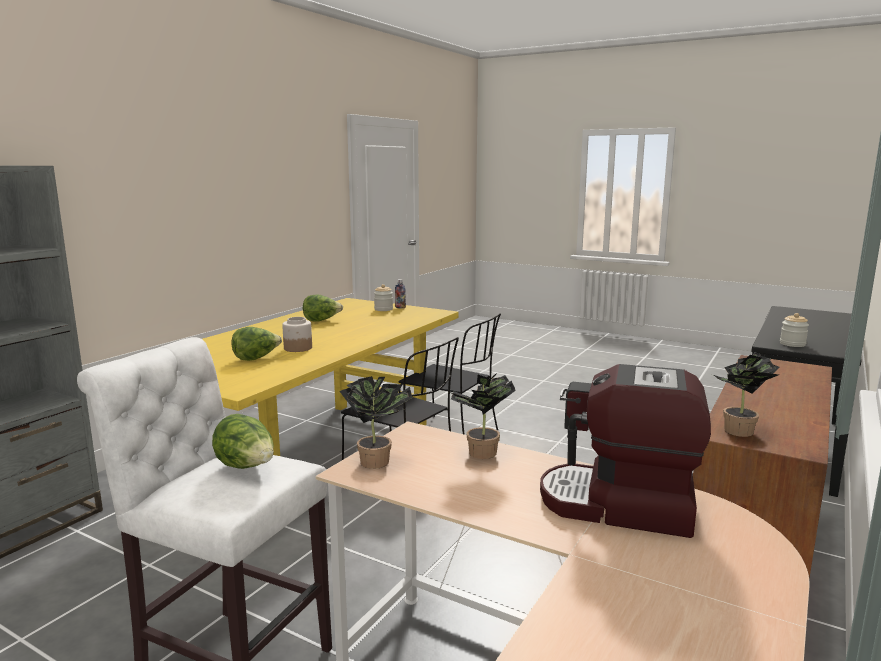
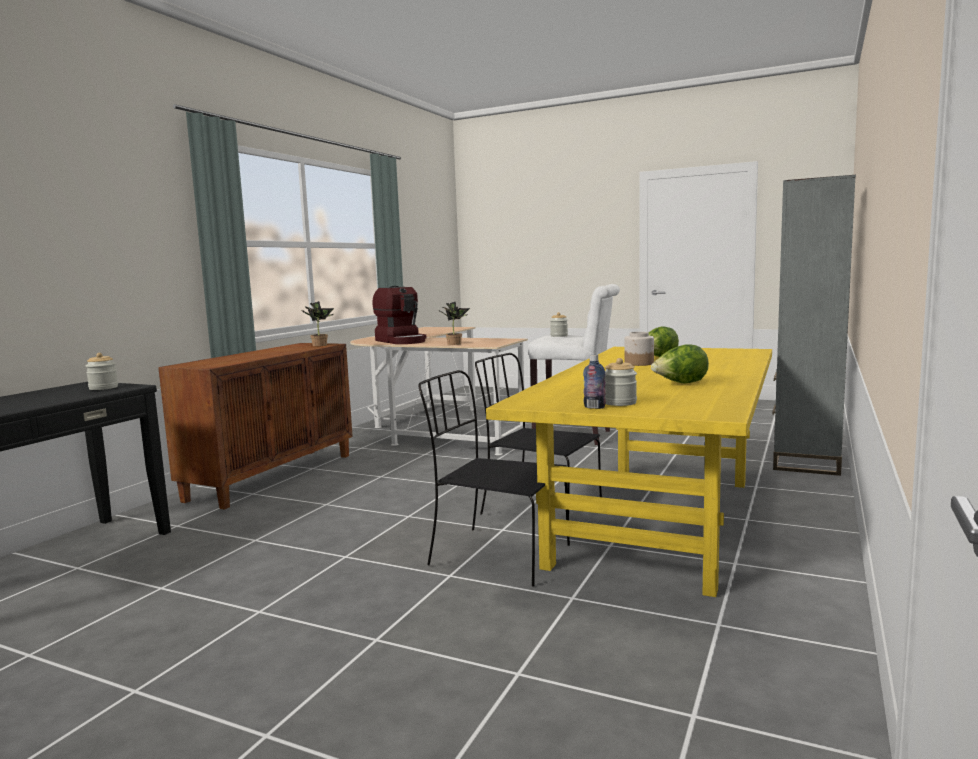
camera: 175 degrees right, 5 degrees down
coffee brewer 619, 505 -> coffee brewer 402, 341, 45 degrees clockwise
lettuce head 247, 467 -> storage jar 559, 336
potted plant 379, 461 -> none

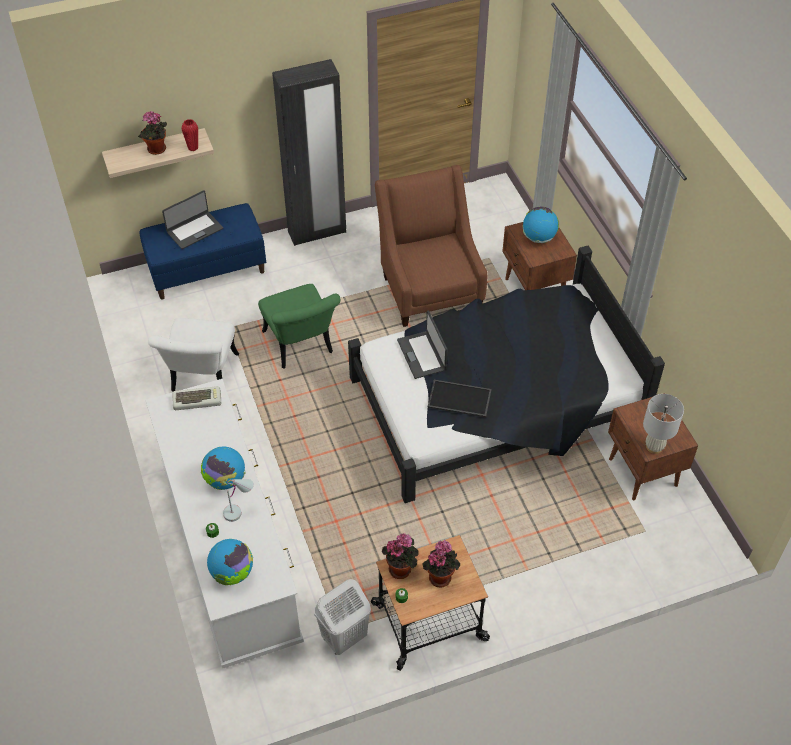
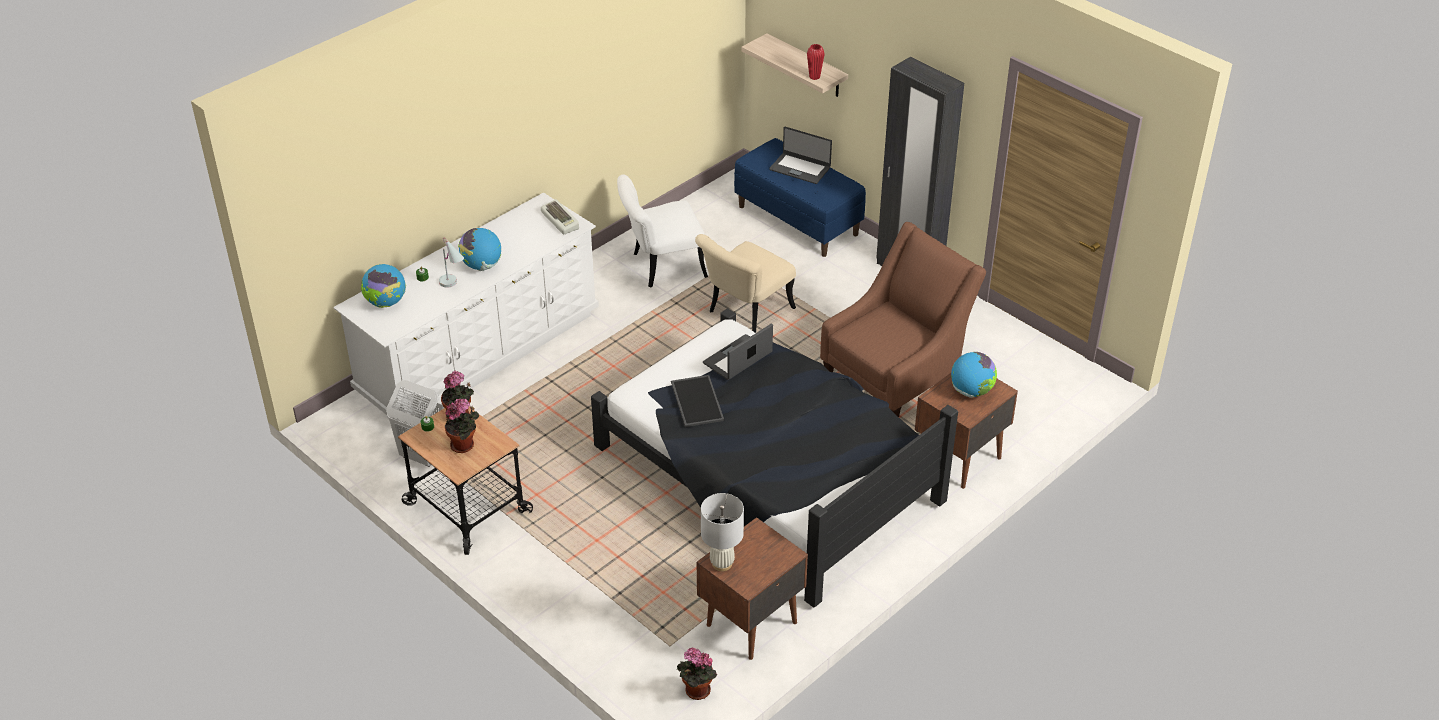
camera: 65 degrees right, 10 degrees down
potted plant 156, 150 -> potted plant 695, 691, moved
green upright chair 301, 347 -> beige upright chair 745, 314

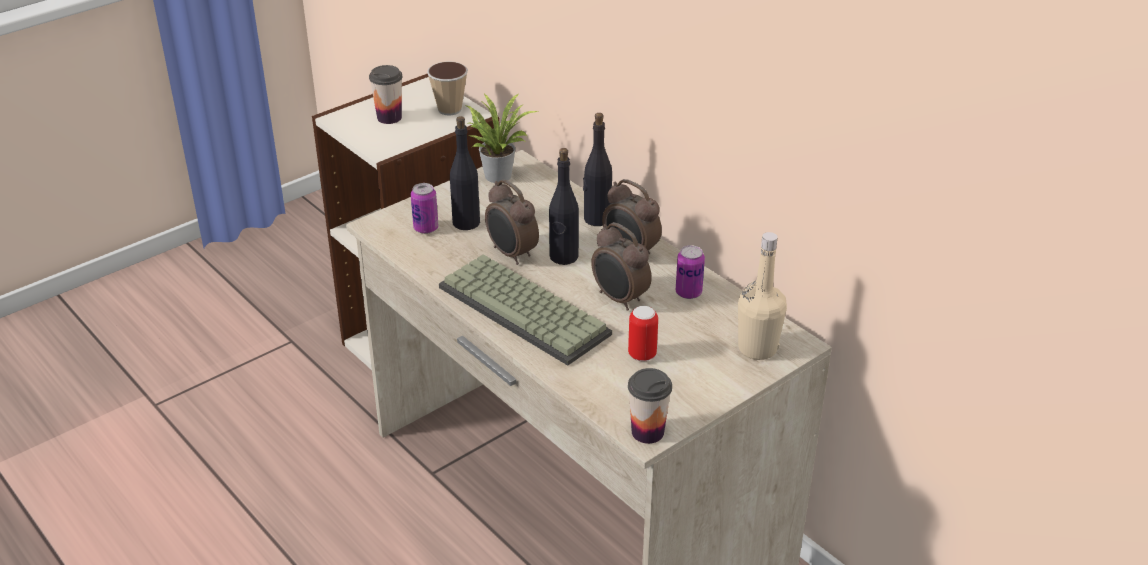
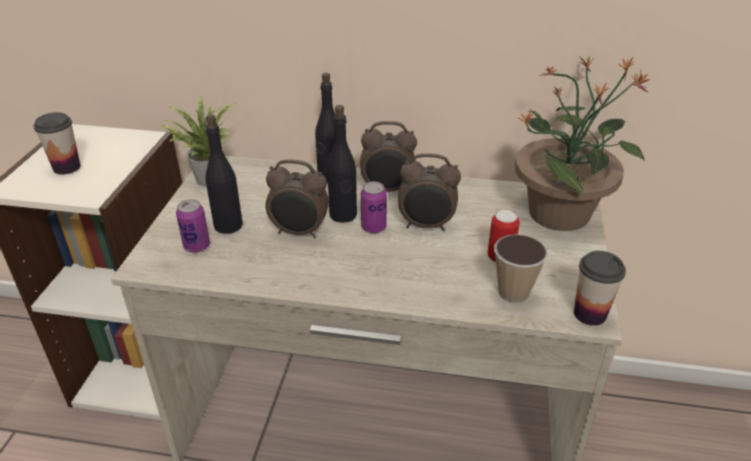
camera: 40 degrees left, 0 degrees up
sealed can 688, 293 -> sealed can 373, 227, moved
cup 449, 109 -> cup 513, 293, moved
beige drink bottle 757, 348 -> potted plant 561, 212
keyboard 527, 310 -> none

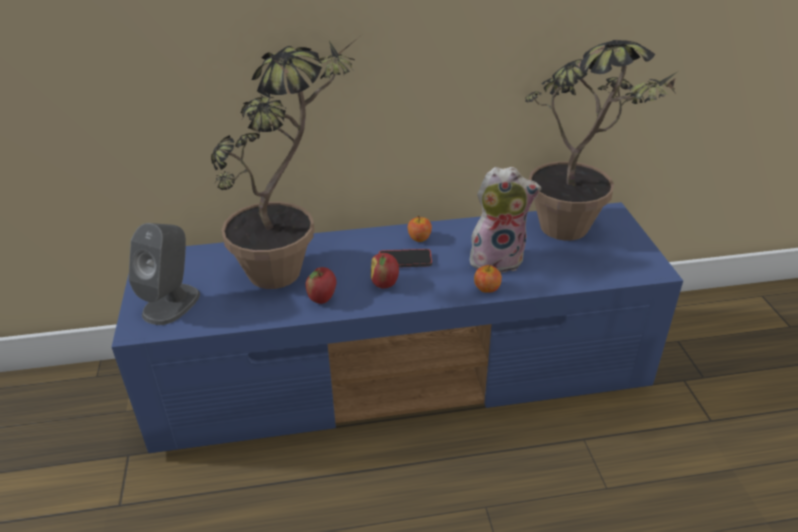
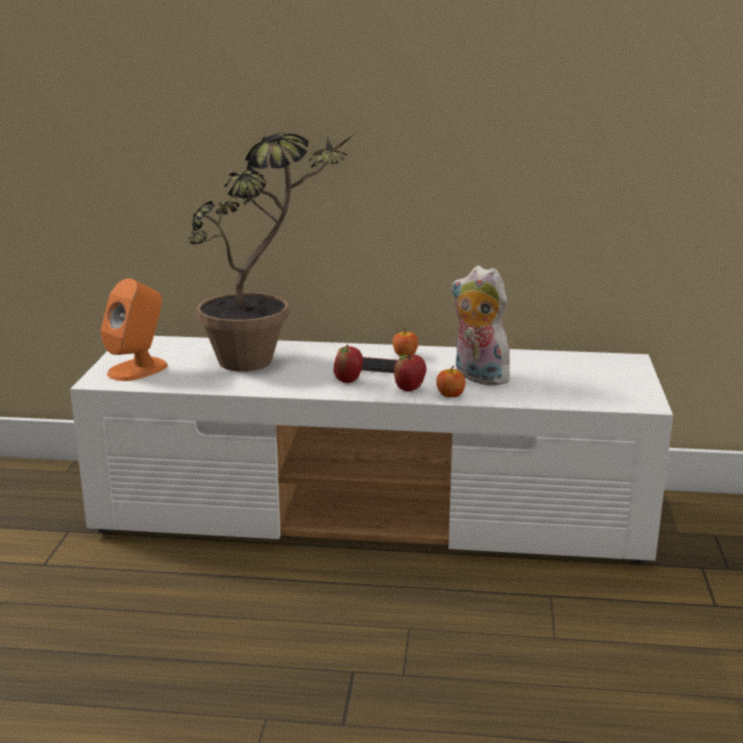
camera: 15 degrees right, 15 degrees down
bluish tv stand 403, 374 -> whitish tv stand 375, 514
grey speaker 172, 303 -> orange-coloured speaker 138, 369
apple 322, 299 -> apple 410, 389, moved
cuddly toy 497, 259 -> cuddly toy 477, 377, 150 degrees counterclockwise
potted plant 573, 237 -> none

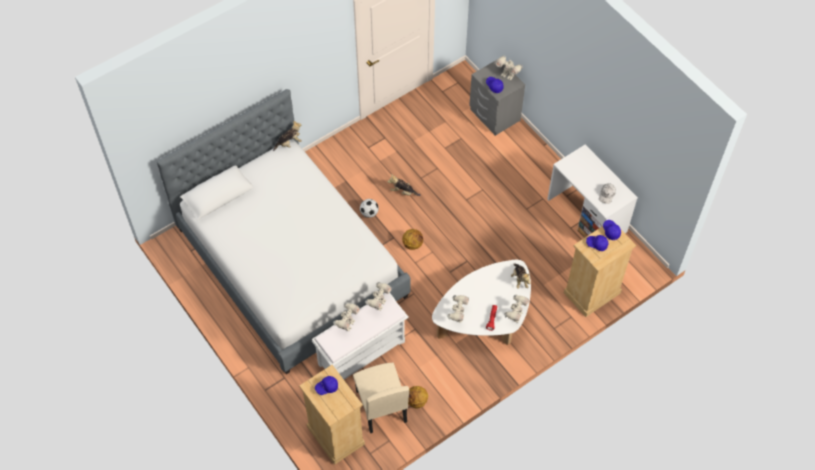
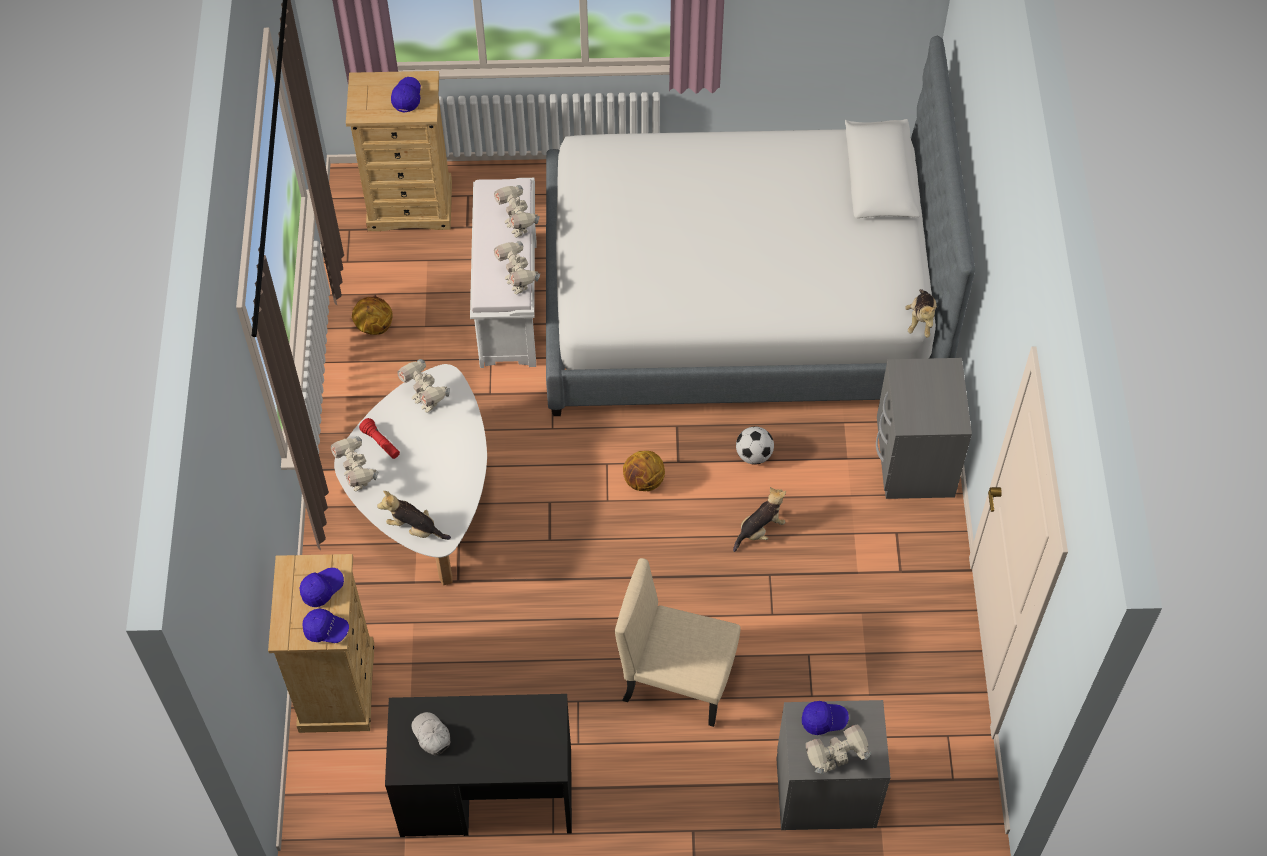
camera: 125 degrees right, 0 degrees up
whitish desk table 587, 215 -> blackish desk table 486, 793
beige upright chair 381, 406 -> beige upright chair 678, 679, moved
none -> grey night table 913, 461

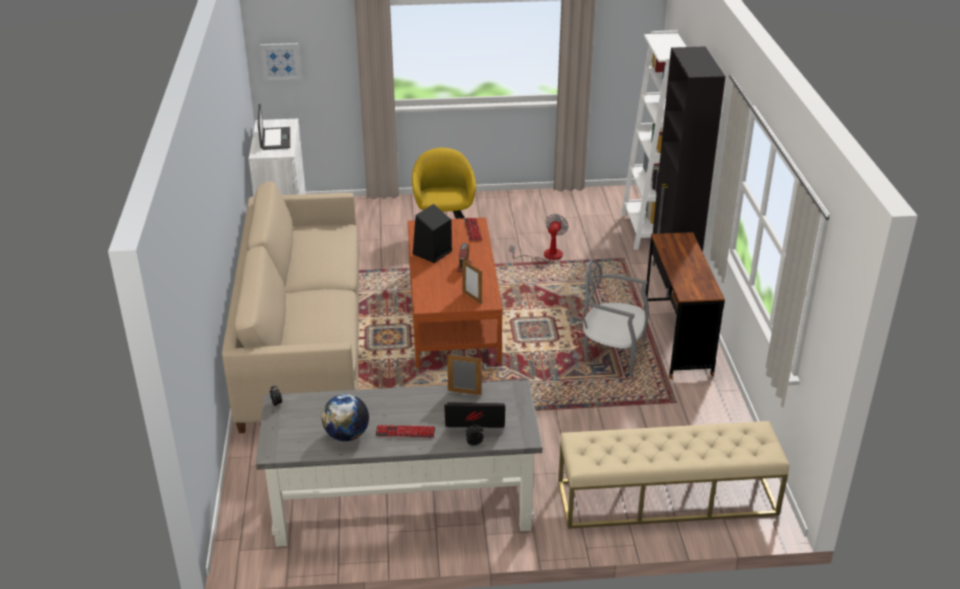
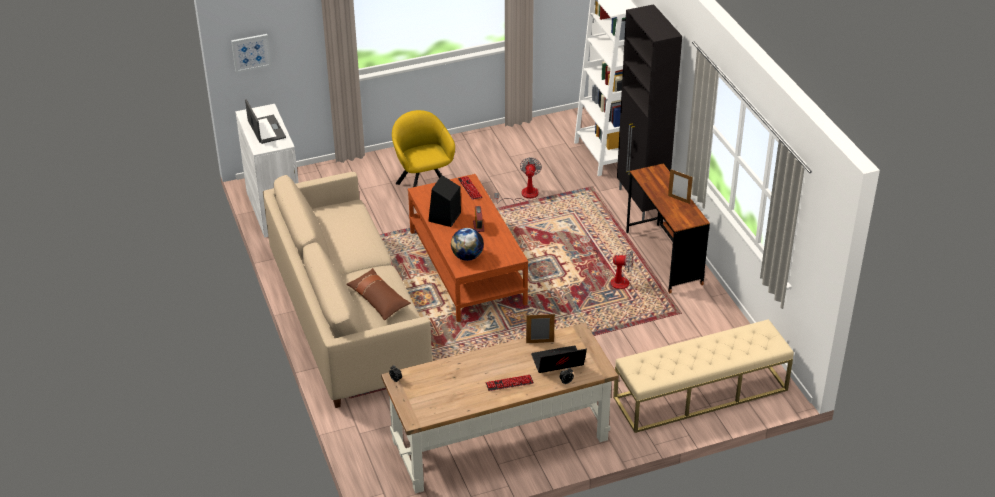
camera: 15 degrees left, 5 degrees up
none -> brownish throw pillow 378, 300
grey desk table 402, 505 -> brownish desk table 499, 440
world globe 346, 435 -> world globe 467, 257, moved
grey upright chair 612, 354 -> fan 615, 279
picture frame 472, 298 -> picture frame 679, 199, moved

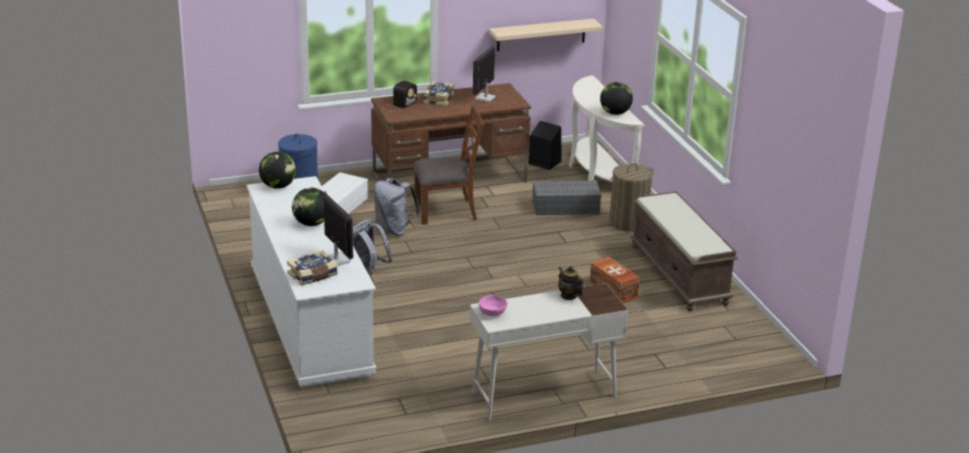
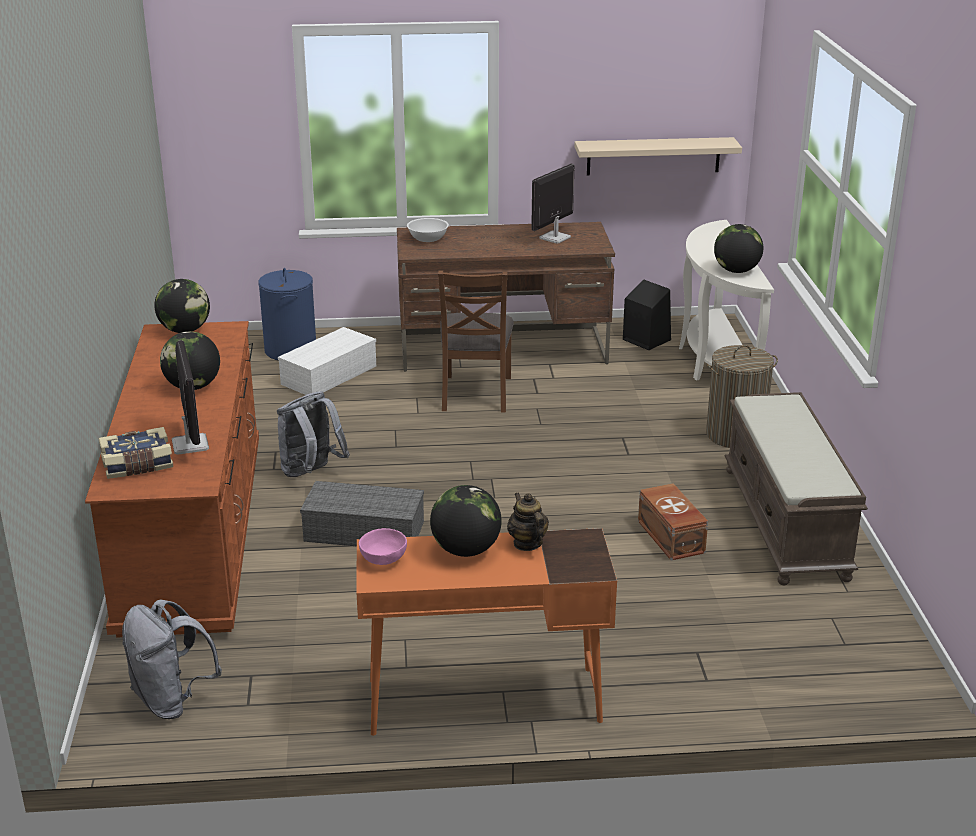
camera: 15 degrees right, 0 degrees up
whitish drawer chest 311, 322 -> brownish drawer chest 194, 535
grey backpack 394, 230 -> grey backpack 172, 700, moved
grey storage container 566, 207 -> grey storage container 366, 531, moved
whitish desk table 543, 394 -> orange-coloured desk table 482, 700
radio receiver 398, 105 -> whitish serving bowl 428, 239
none -> world globe 466, 550
brownish upright chair 446, 211 -> brownish upright chair 475, 393, 90 degrees clockwise
volume 438, 99 -> none

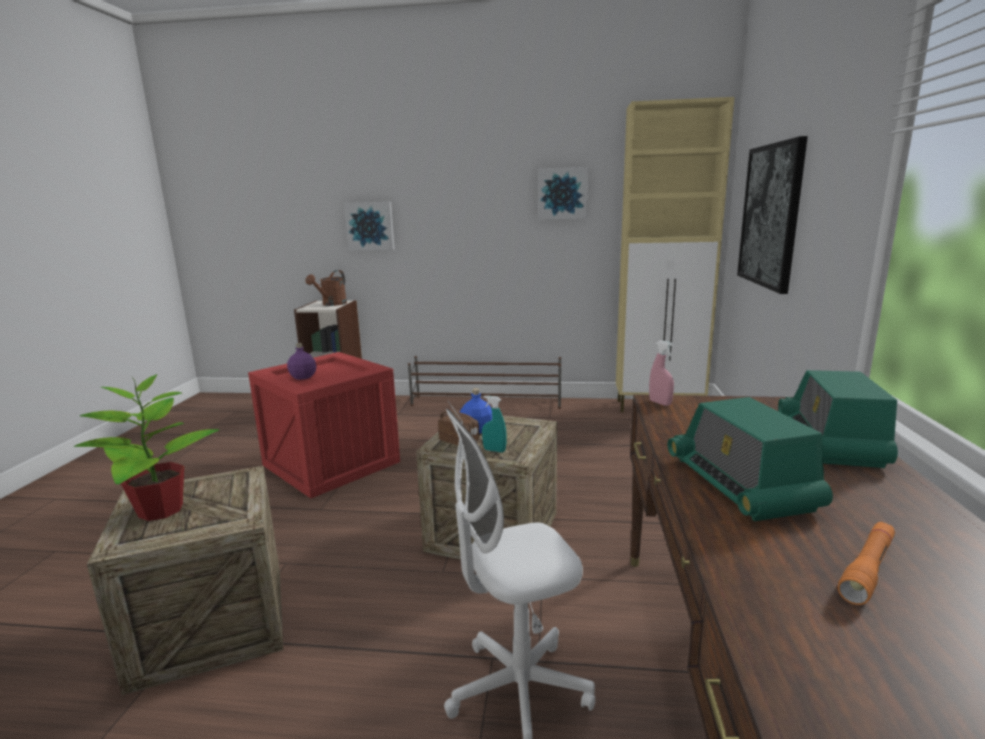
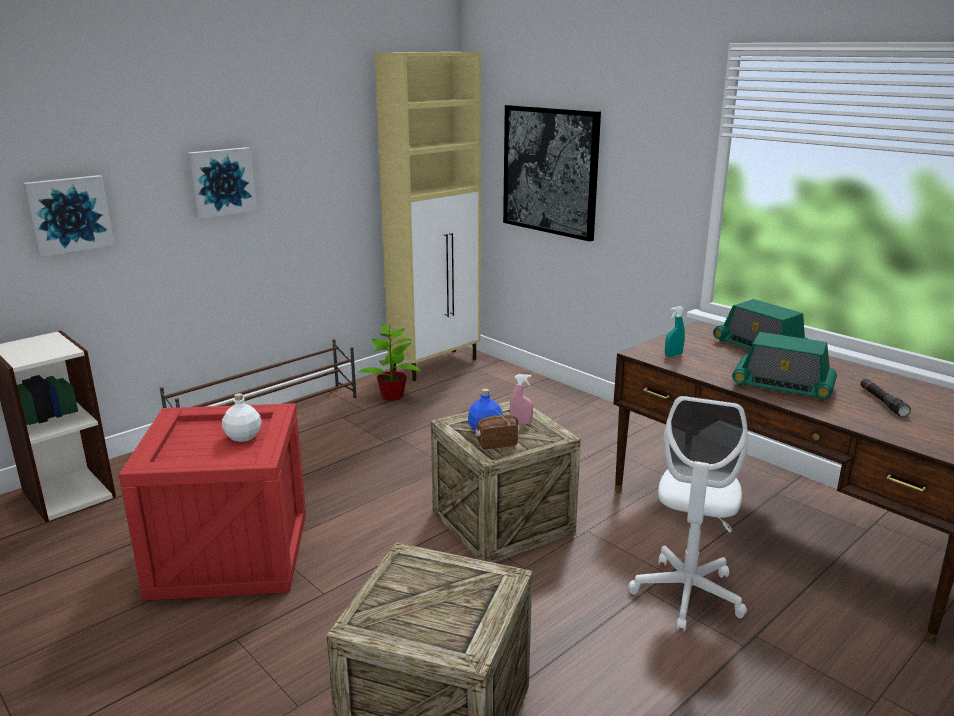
camera: 50 degrees left, 5 degrees up
picture 562, 193 -> picture 221, 182, moved
none -> whitish drink bottle 243, 437
potted plant 159, 510 -> potted plant 392, 396, moved
pink-coloured hand sprayer 660, 403 -> pink-coloured hand sprayer 521, 423, moved
blue-green hand sprayer 494, 450 -> blue-green hand sprayer 673, 355, moved
orange-coloured torch 867, 569 -> blackish torch 882, 402
purple-coloured drink bottle 302, 377 -> none
brownish watering pot 331, 304 -> none

